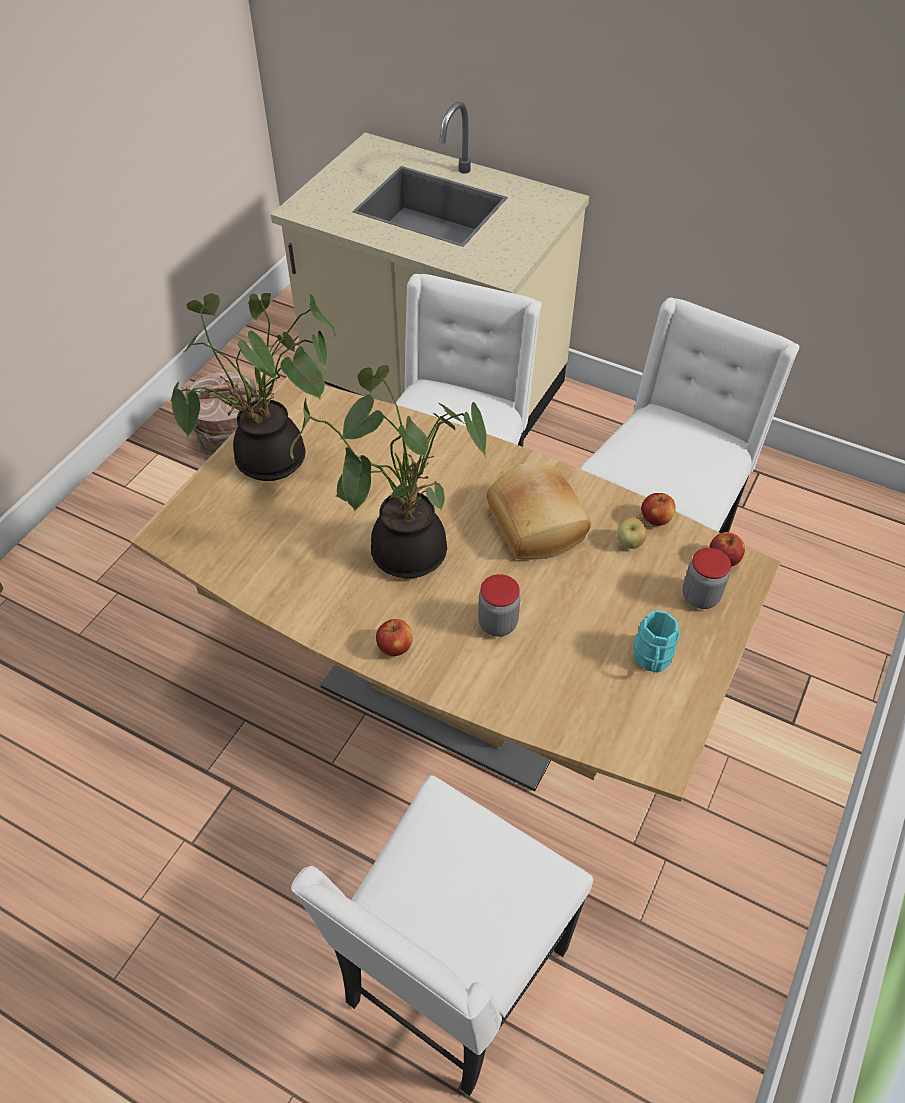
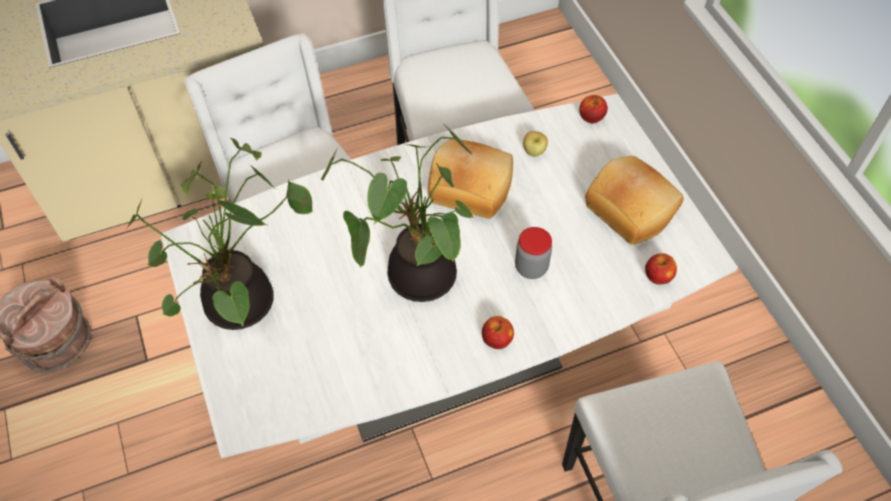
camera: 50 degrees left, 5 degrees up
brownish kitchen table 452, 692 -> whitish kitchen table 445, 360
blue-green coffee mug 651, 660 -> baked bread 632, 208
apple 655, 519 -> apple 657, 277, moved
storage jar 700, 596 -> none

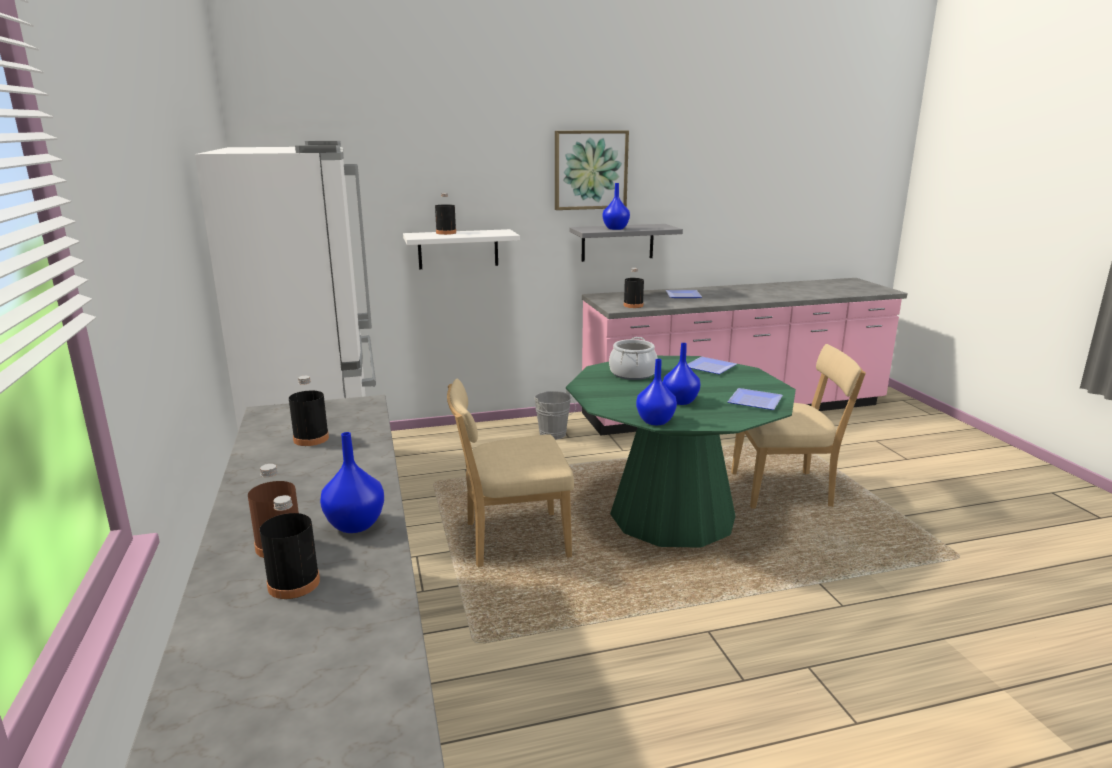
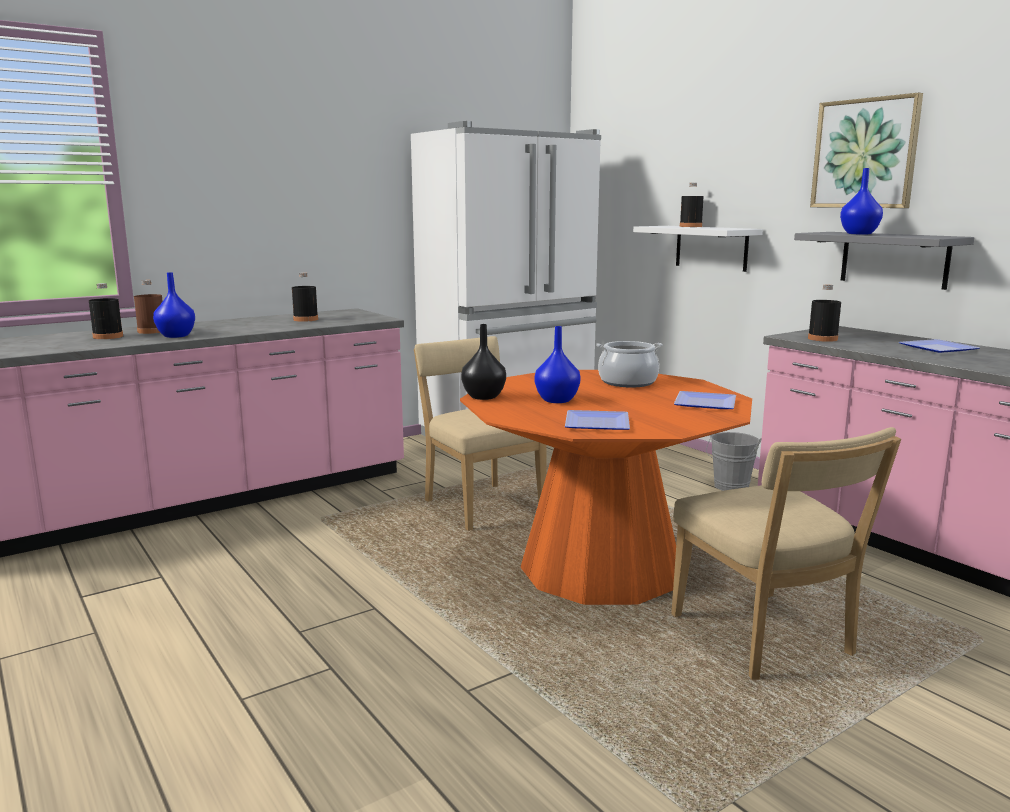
camera: 70 degrees right, 5 degrees down
green kitchen table 672, 516 -> orange-coloured kitchen table 600, 568
bluish flower vase 655, 421 -> blackish flower vase 482, 397

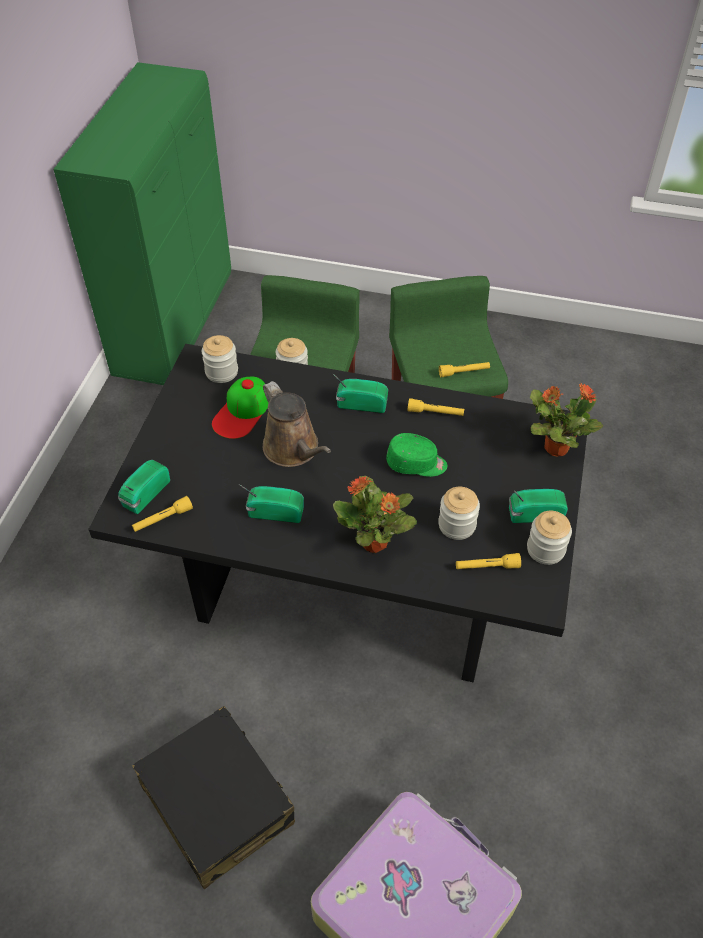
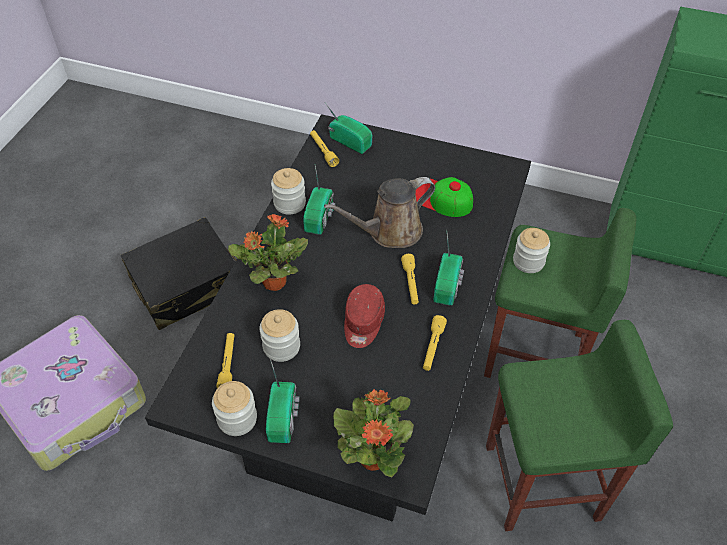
camera: 95 degrees right, 0 degrees up
storage jar 221, 372 -> storage jar 289, 203, moved
green peaked cap 416, 464 -> red peaked cap 363, 323
yellow-coloured torch 464, 372 -> yellow-coloured torch 410, 283, moved

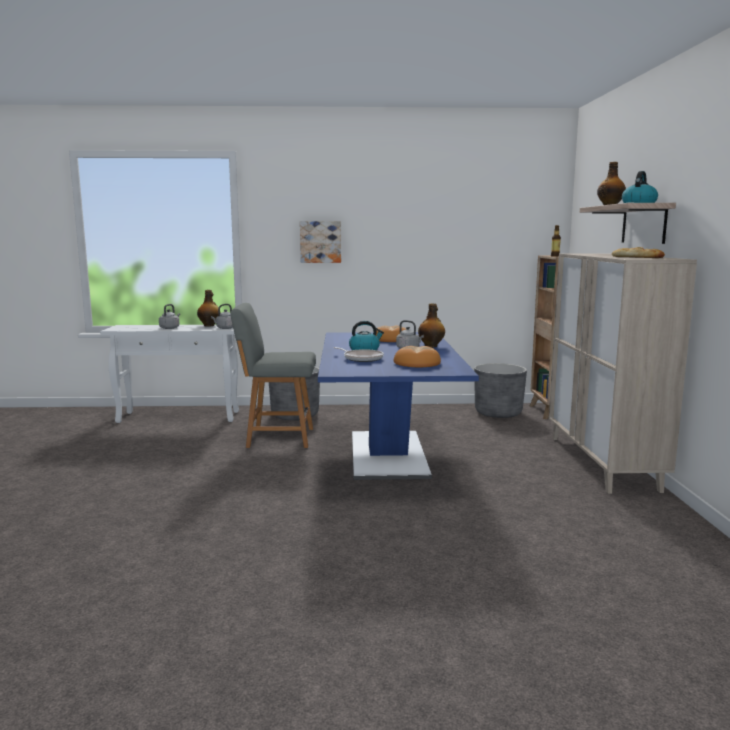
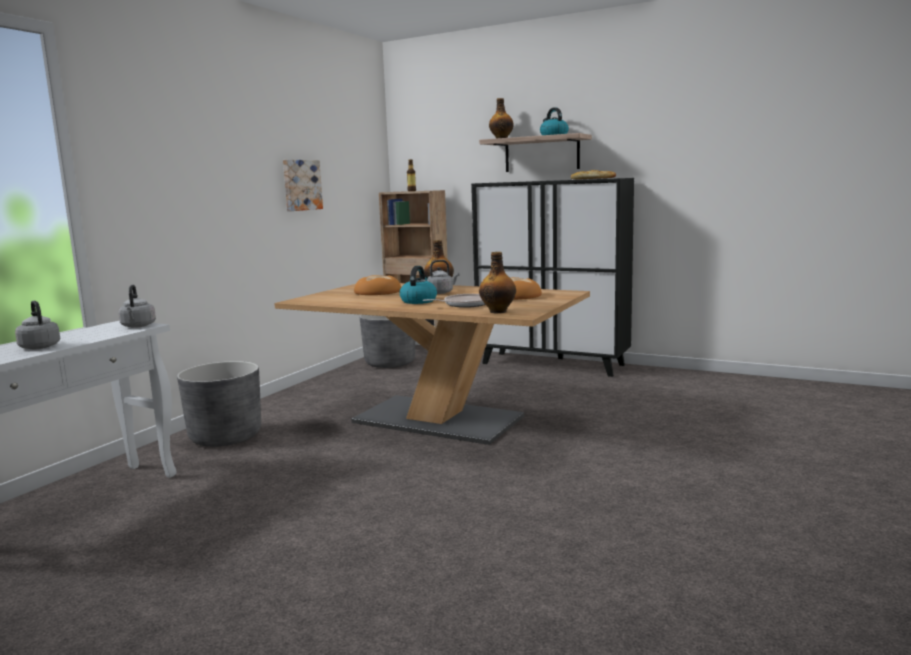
camera: 60 degrees left, 0 degrees up
bluish kitchen table 388, 454 -> brownish kitchen table 437, 419
picture 320, 242 -> picture 301, 185, moved
beige cupboard 602, 462 -> blackish cupboard 552, 364
drink bottle 209, 325 -> drink bottle 498, 311, moved
grey upright chair 277, 438 -> none

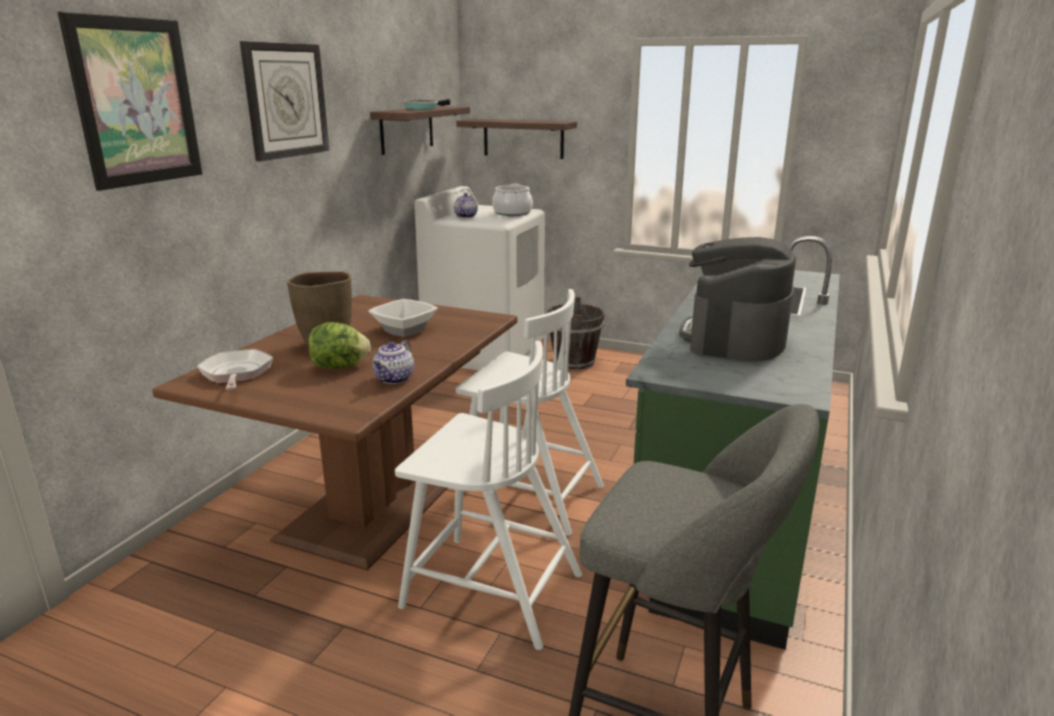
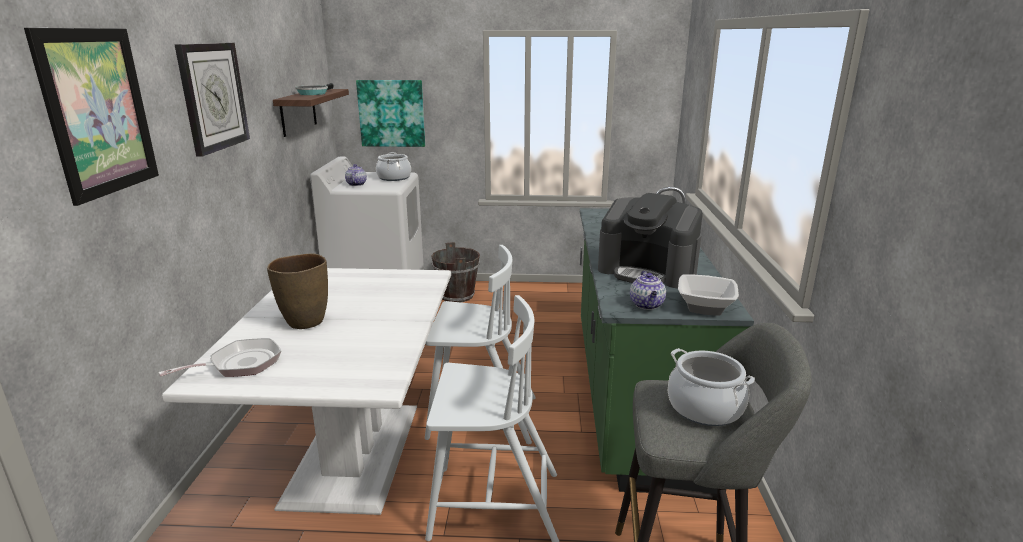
camera: 20 degrees left, 0 degrees up
skillet 236, 374 -> skillet 240, 364, 90 degrees clockwise
brownish kitchen table 372, 503 -> whitish kitchen table 352, 453
shelf 523, 138 -> picture 392, 113
coffee brewer 734, 338 -> coffee brewer 648, 271, 60 degrees counterclockwise
pot for tea 394, 379 -> pot for tea 647, 305, moved
none -> stockpot 705, 407
serving bowl 405, 330 -> serving bowl 706, 307, moved
lettuce head 340, 367 -> none

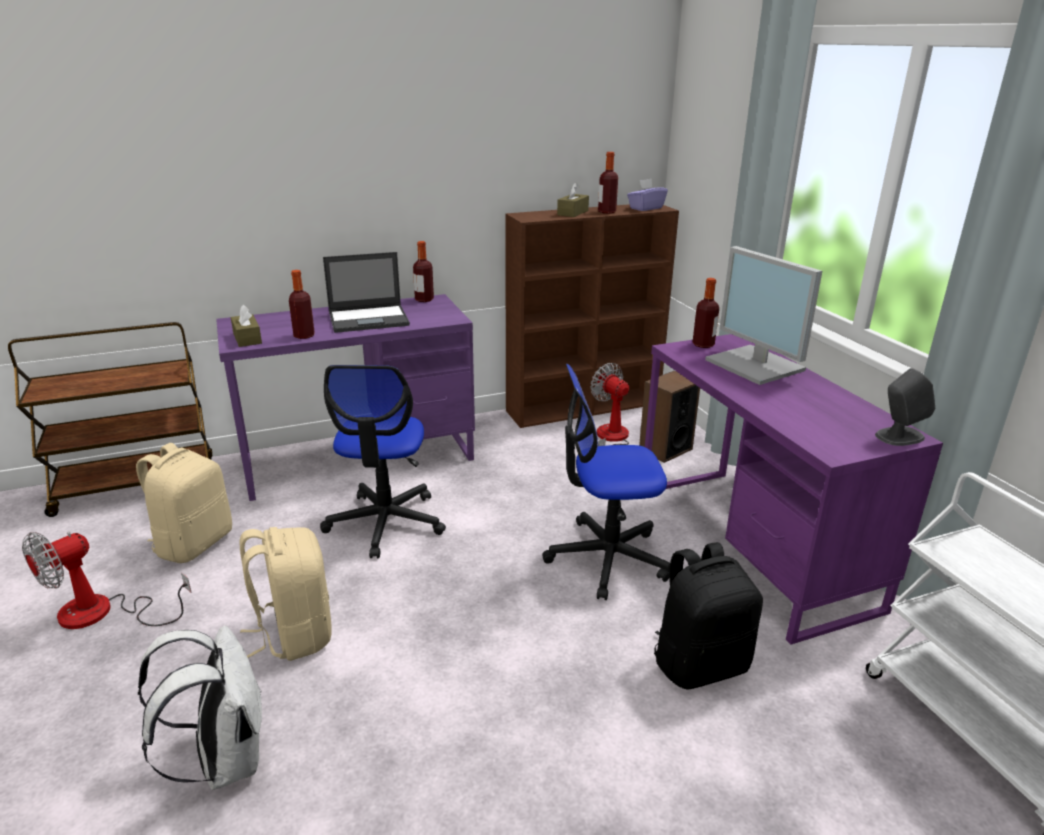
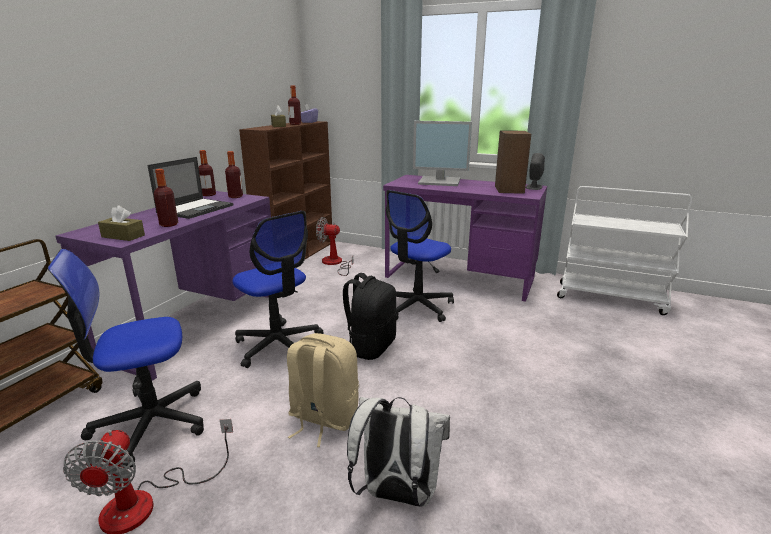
camera: 45 degrees left, 5 degrees down
beige backpack 194, 543 -> computer chair 150, 423
drink bottle 703, 344 -> drink bottle 235, 196, moved
blackish backpack 700, 663 -> blackish backpack 370, 347, moved
speaker 665, 449 -> speaker 509, 189, moved

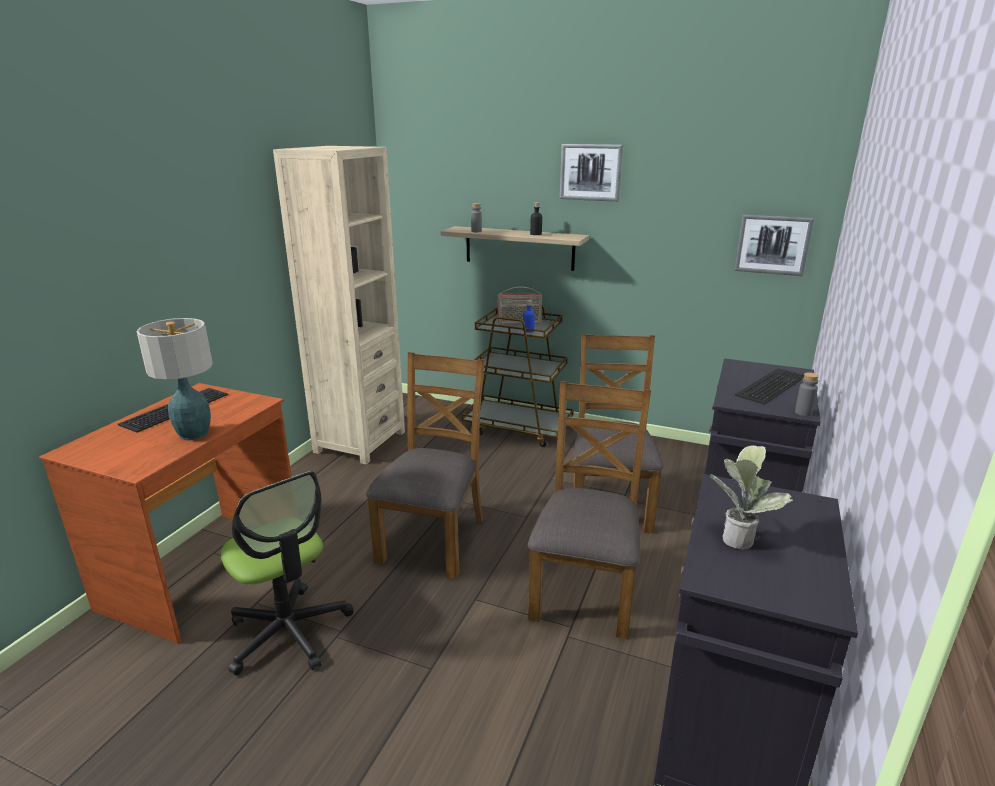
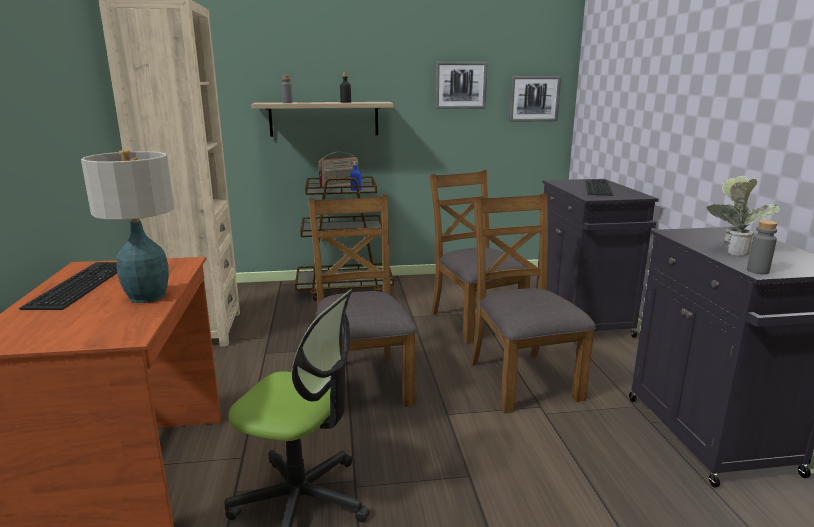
camera: 30 degrees left, 5 degrees down
picture 590, 172 -> picture 460, 85, moved
grey drink bottle 803, 413 -> grey drink bottle 757, 271, moved

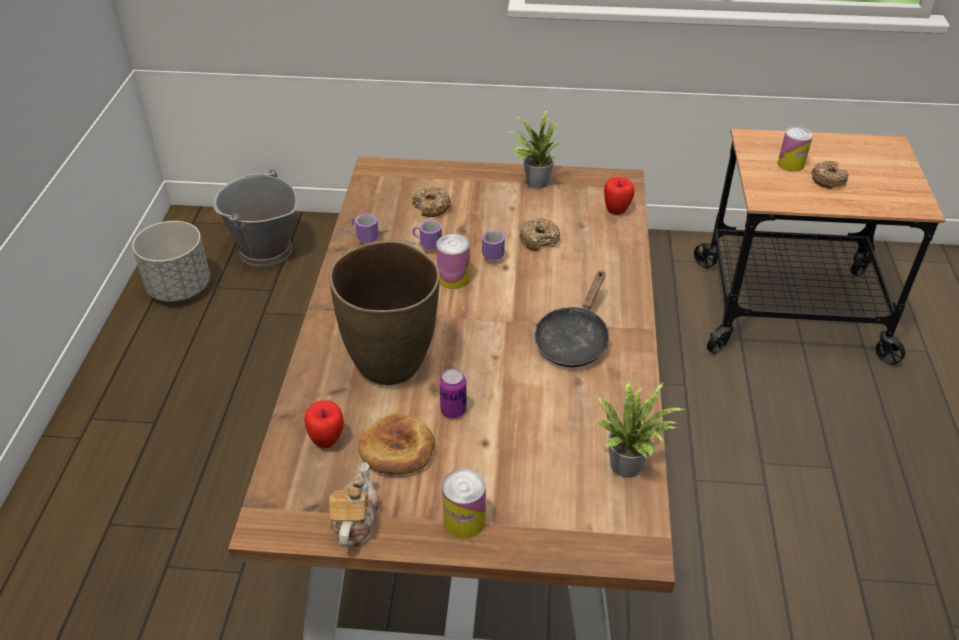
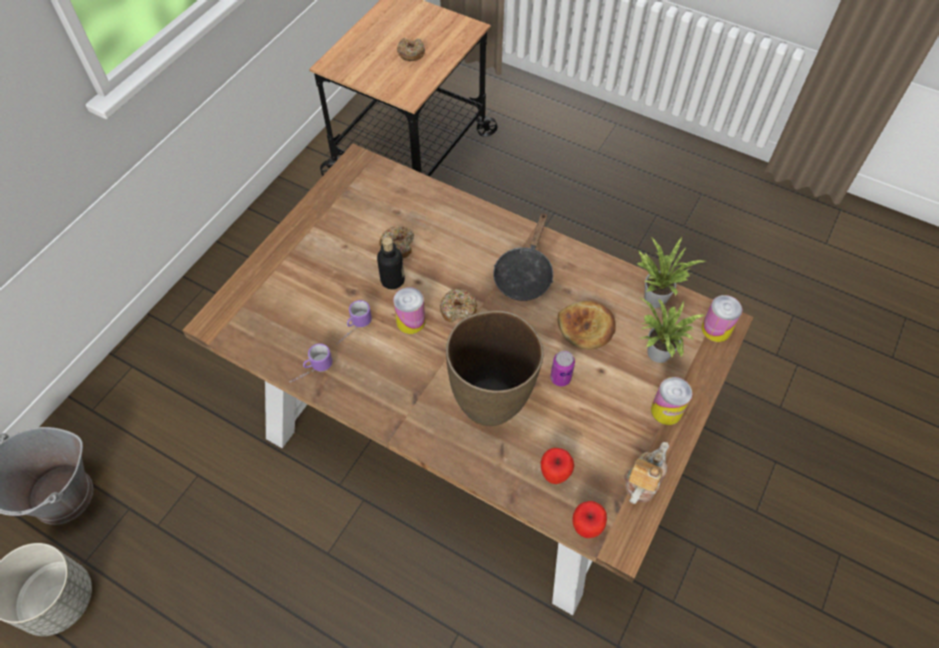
camera: 65 degrees left, 15 degrees up
coffee mug 494, 250 -> drink bottle 392, 280
doughnut 431, 207 -> doughnut 458, 309, moved
blackish skillet 573, 340 -> blackish skillet 524, 274, 60 degrees clockwise
baked bread 397, 449 -> baked bread 586, 327, moved
apple 616, 211 -> apple 586, 528, moved
pot for tea 355, 522 -> pot for tea 642, 481, 90 degrees clockwise
potted plant 534, 182 -> potted plant 657, 355, moved
sealed can 791, 164 -> sealed can 716, 329, moved

